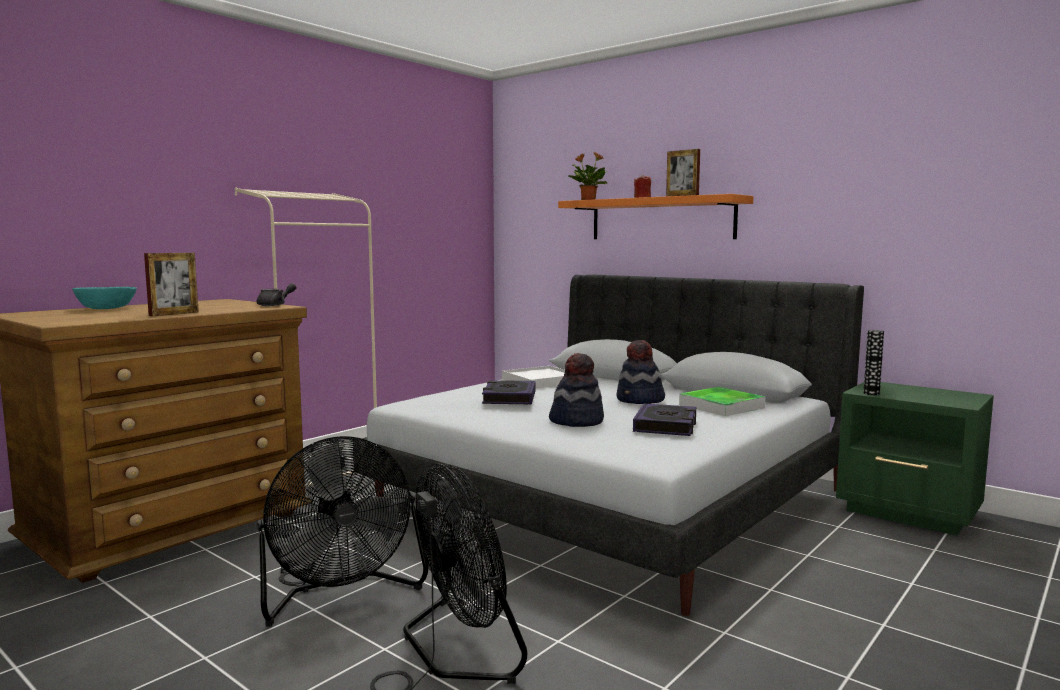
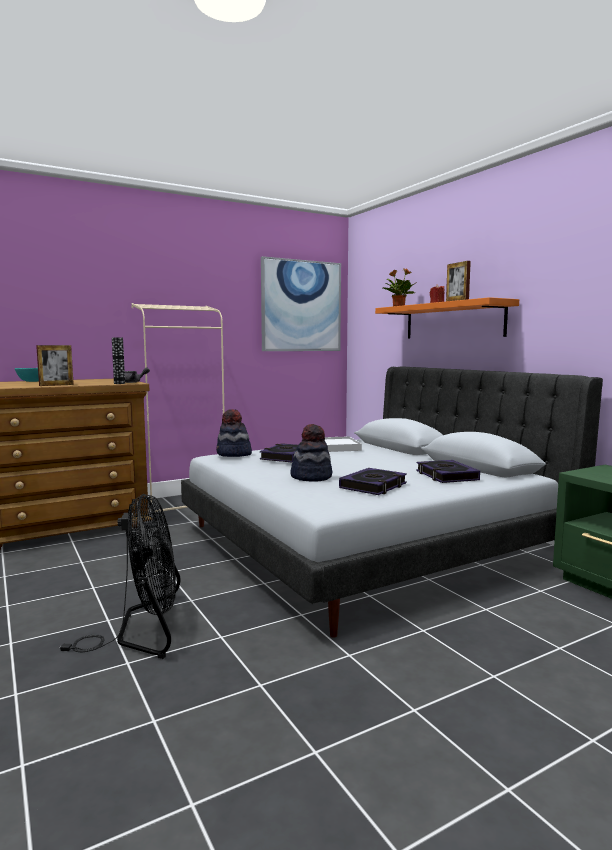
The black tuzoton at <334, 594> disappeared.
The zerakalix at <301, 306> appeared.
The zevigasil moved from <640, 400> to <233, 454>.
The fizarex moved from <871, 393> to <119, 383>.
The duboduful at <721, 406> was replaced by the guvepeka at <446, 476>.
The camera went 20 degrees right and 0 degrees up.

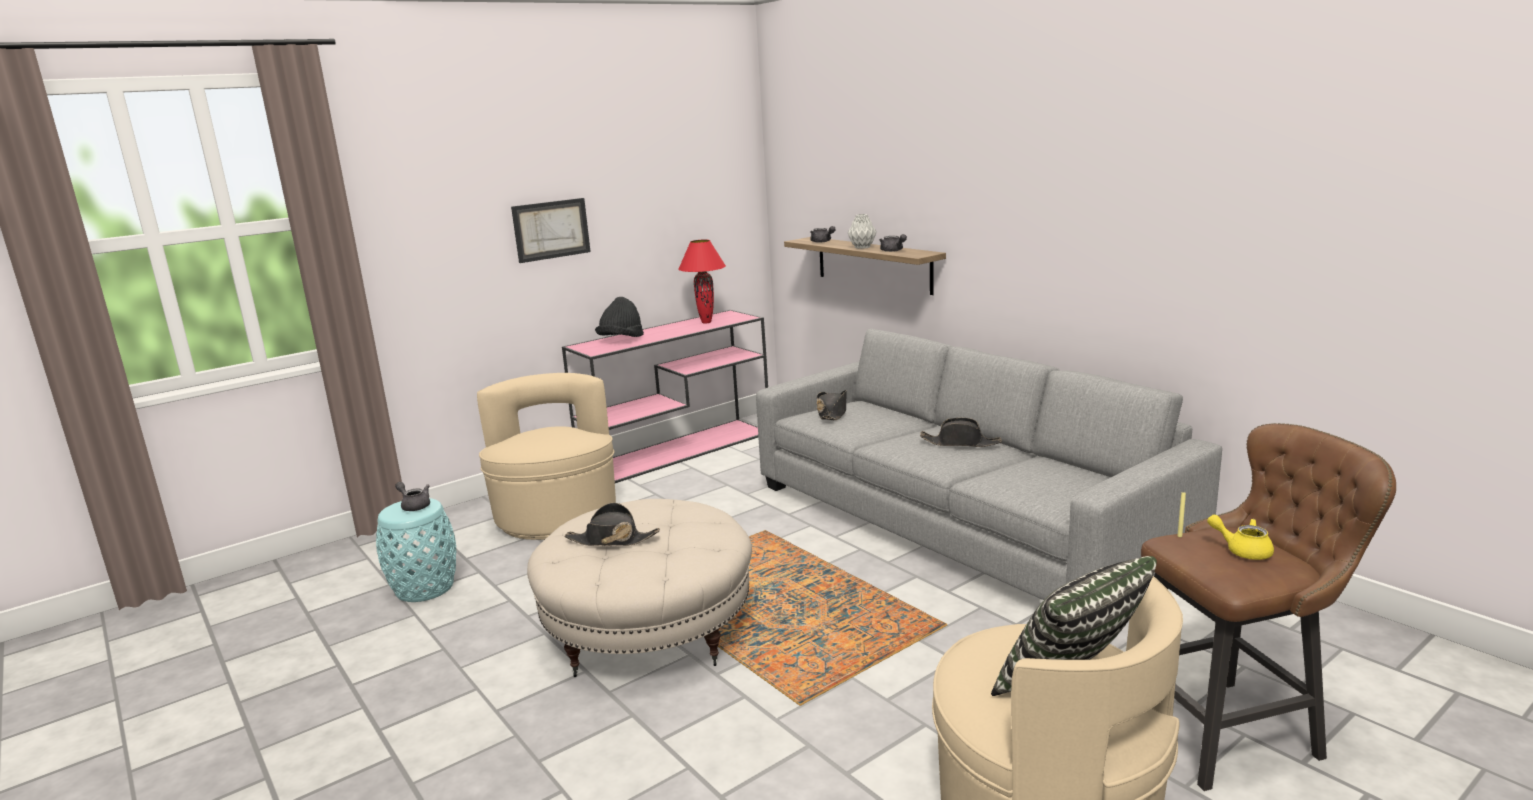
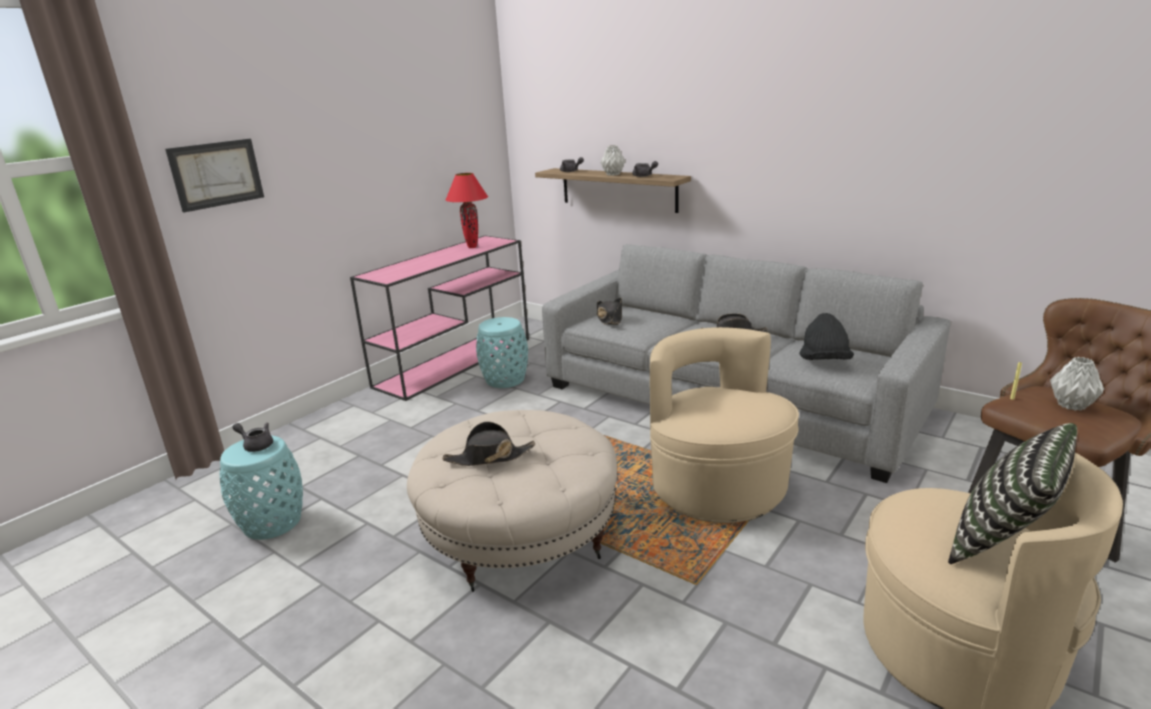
The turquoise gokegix at <505, 380> appeared.
The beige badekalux moved from <556, 516> to <719, 488>.
The zerakalix moved from <551, 229> to <216, 174>.
The black zevigasil moved from <621, 340> to <824, 362>.
The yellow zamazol at <1242, 550> was replaced by the grey fizarex at <1070, 405>.
The camera went 15 degrees left and 5 degrees up.

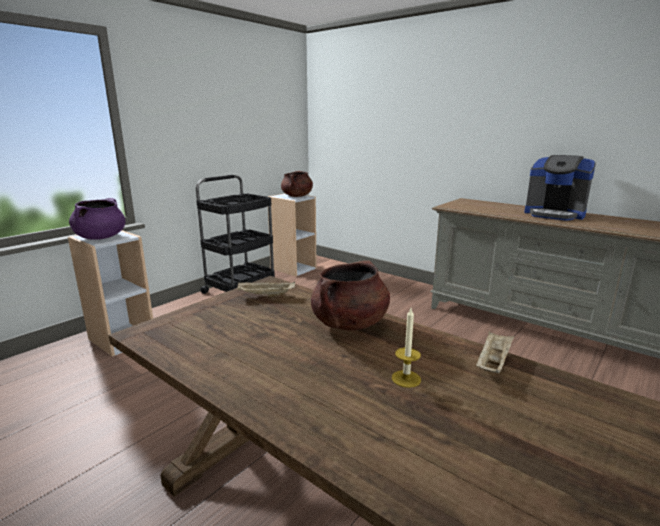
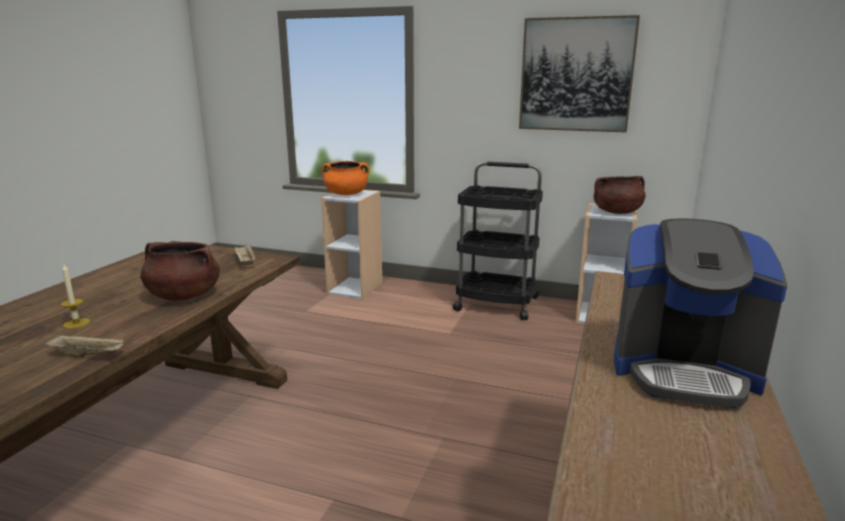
The zerakalix at <576, 75> appeared.
The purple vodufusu at <101, 237> became the orange vodufusu at <346, 194>.
The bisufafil at <554, 214> turned 90 degrees counterclockwise.
The camera went 70 degrees right and 0 degrees up.

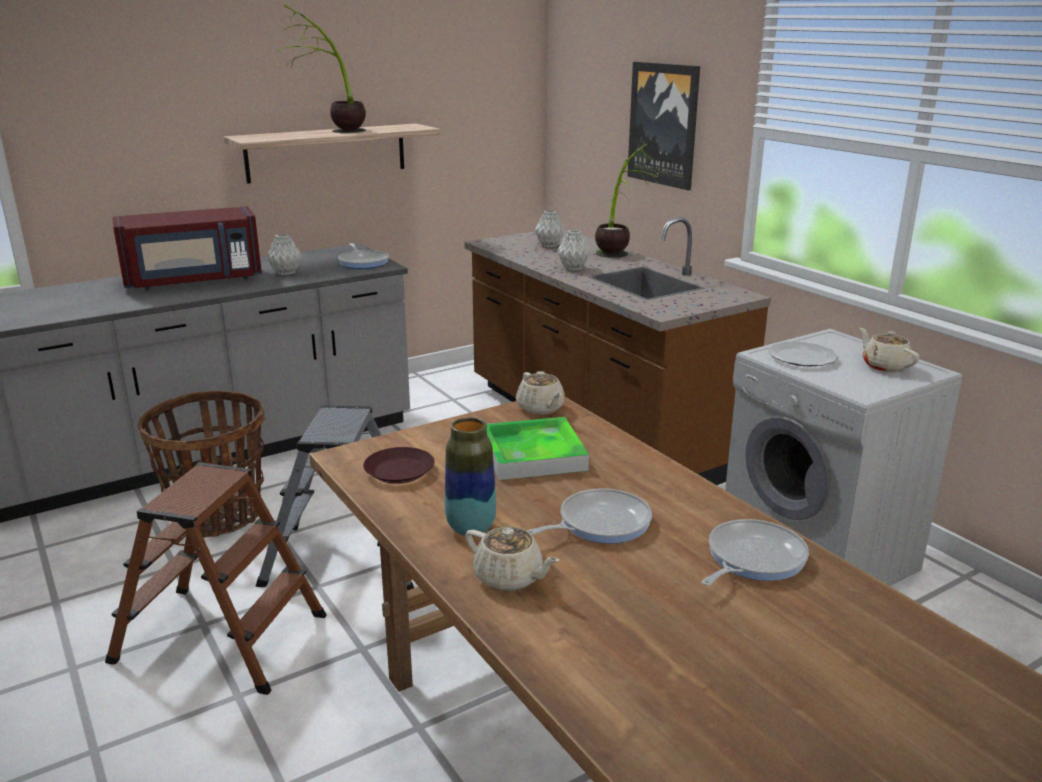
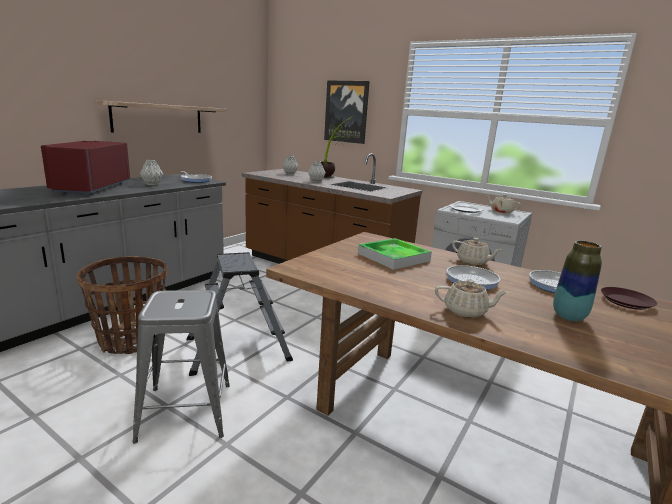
The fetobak at <332, 132> disappeared.
The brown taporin moved from <399, 471> to <625, 302>.
The fizarex moved from <471, 528> to <568, 316>.
The beige zamazol moved from <540, 408> to <473, 262>.
The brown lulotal at <219, 637> was replaced by the grey gokegix at <186, 411>.
The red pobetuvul at <194, 280> turned 135 degrees clockwise.
The camera went 25 degrees left and 5 degrees down.

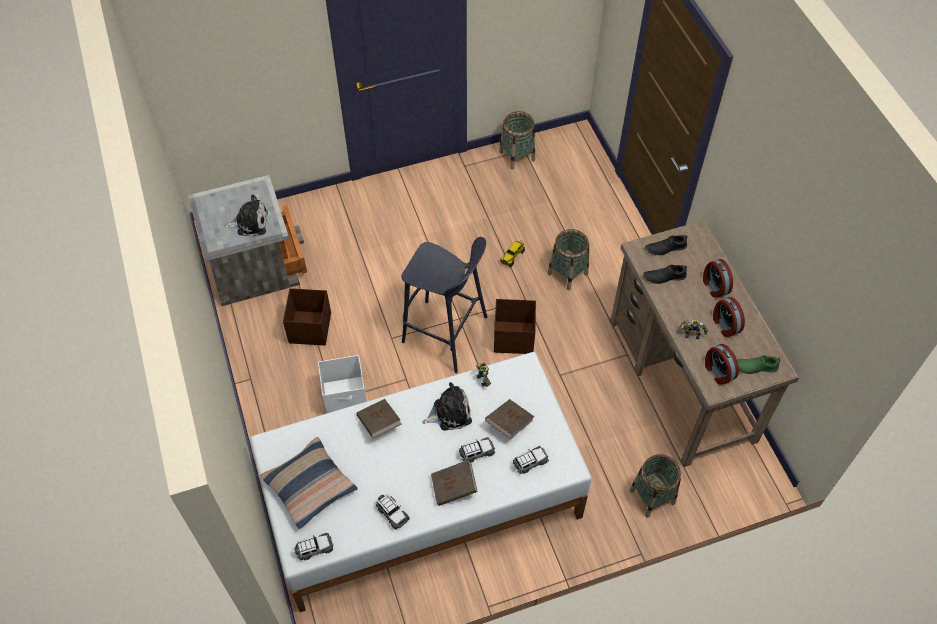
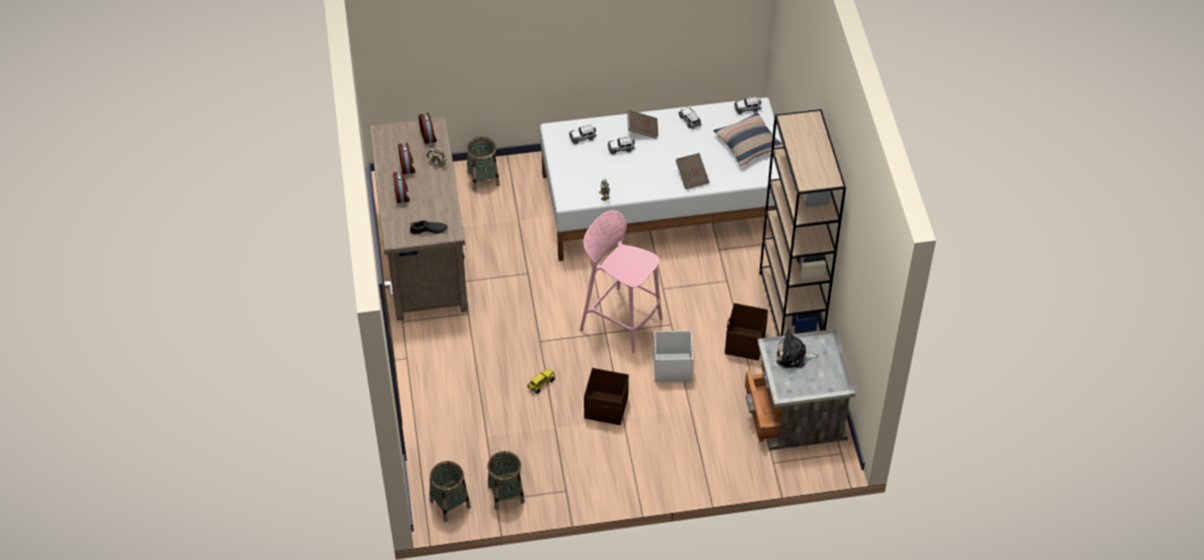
The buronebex at <449, 413> disappeared.
The brown guvepeka at <509, 423> disappeared.
The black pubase at <664, 277> disappeared.
The green pubase at <754, 367> disappeared.
The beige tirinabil at <791, 308> appeared.
The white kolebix moved from <346, 396> to <671, 367>.
The brown kolebix moved from <513, 337> to <606, 408>.
The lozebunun moved from <567, 273> to <450, 504>.
The grey gokegix at <445, 334> became the pink gokegix at <621, 321>.
The camera went 170 degrees left and 5 degrees down.

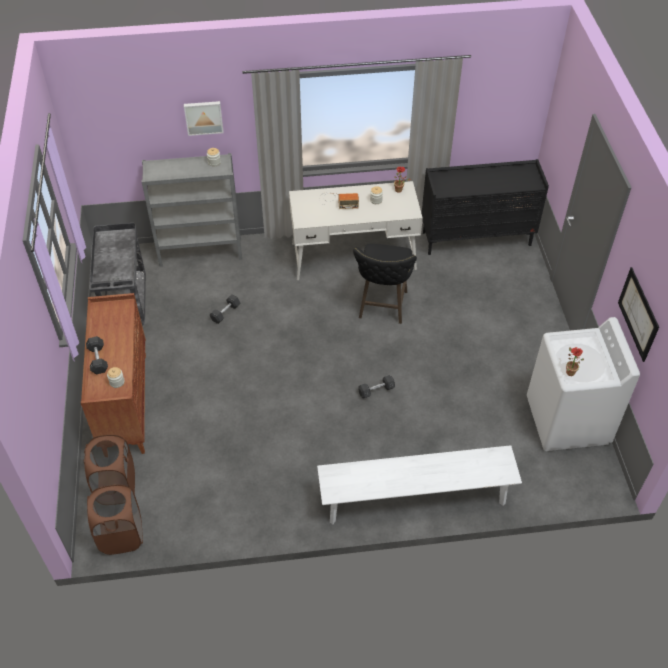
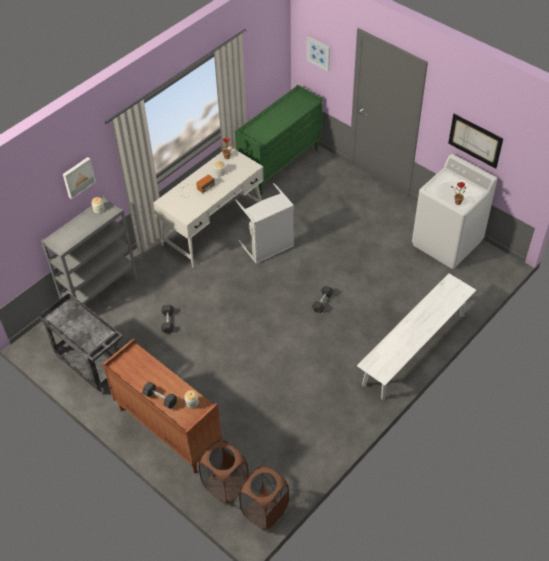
The zerakalix at <318, 53> appeared.
The black gokegix at <382, 306> was replaced by the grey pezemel at <268, 247>.
The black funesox at <477, 239> became the green funesox at <280, 165>.
The camera went 40 degrees left and 0 degrees up.

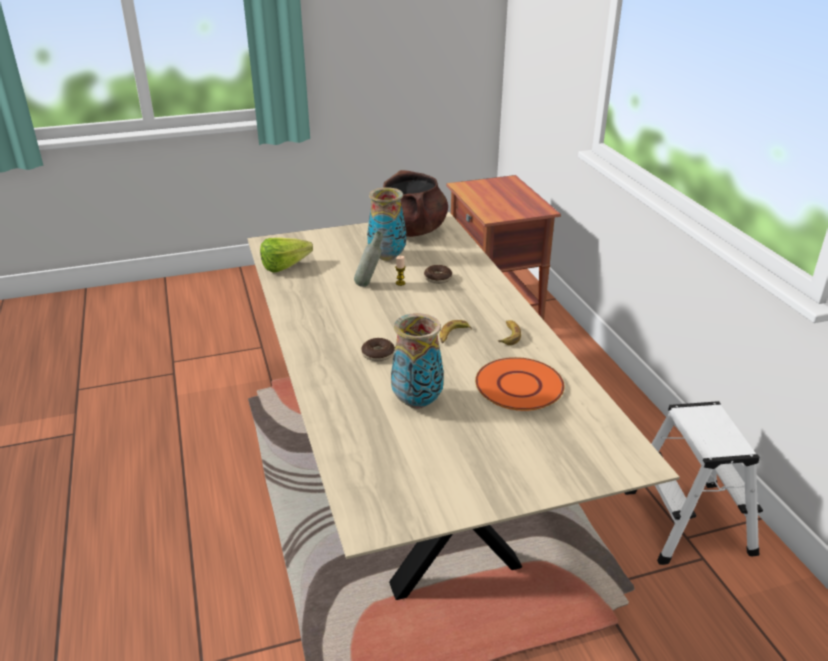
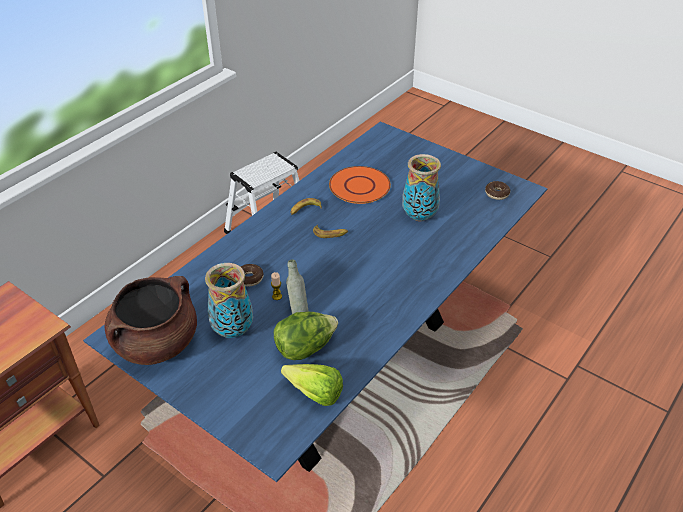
The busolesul at <305, 348> appeared.
The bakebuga moved from <378, 354> to <497, 194>.
The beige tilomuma at <414, 480> became the blue tilomuma at <341, 367>.
The camera went 125 degrees left and 10 degrees up.

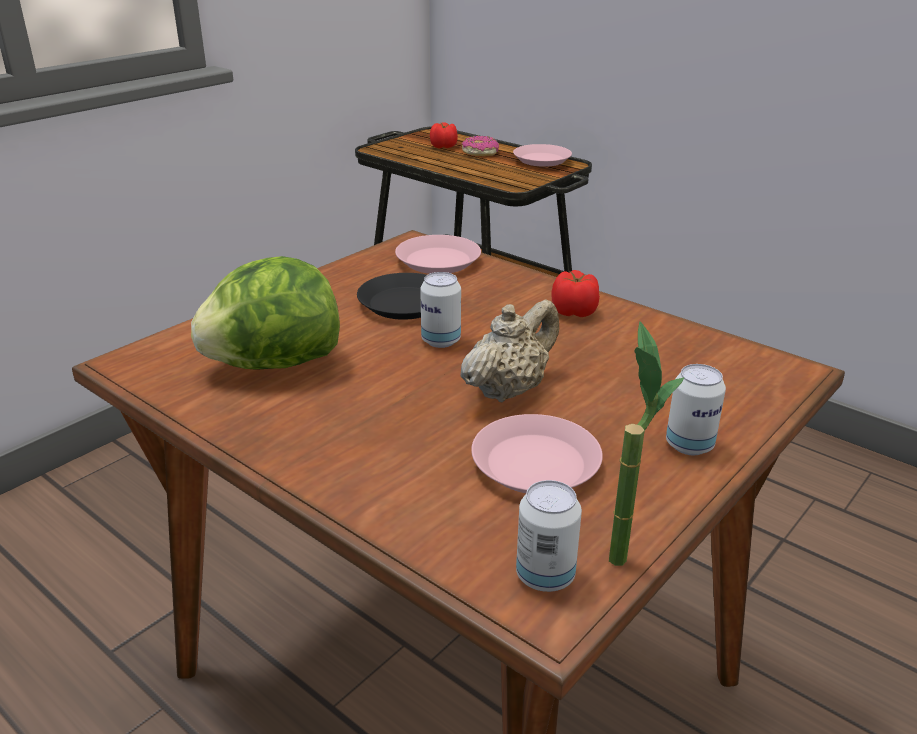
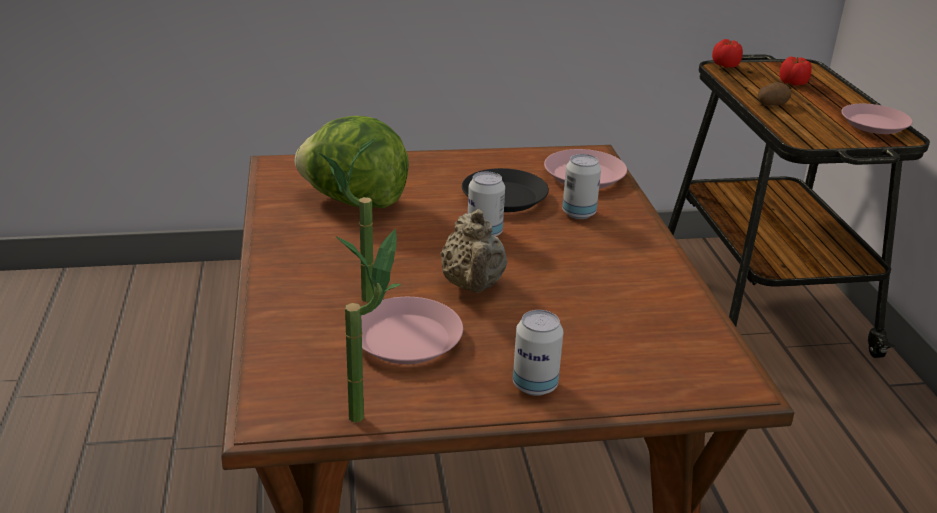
The bakebuga at <480, 153> disappeared.
The fetobak at <353, 299> appeared.
The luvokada at <771, 104> appeared.
The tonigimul moved from <545, 576> to <578, 213>.
The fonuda moved from <574, 311> to <726, 65>.
The beige zamazol at <508, 390> turned 90 degrees clockwise.
The camera went 40 degrees right and 0 degrees up.

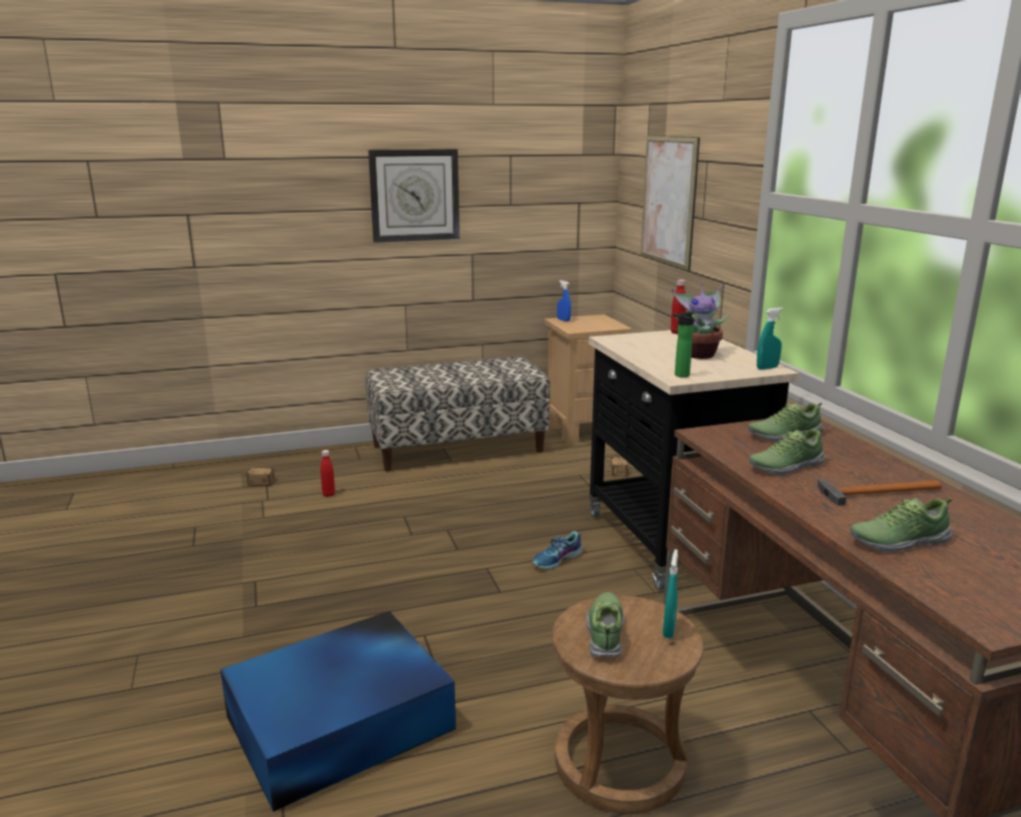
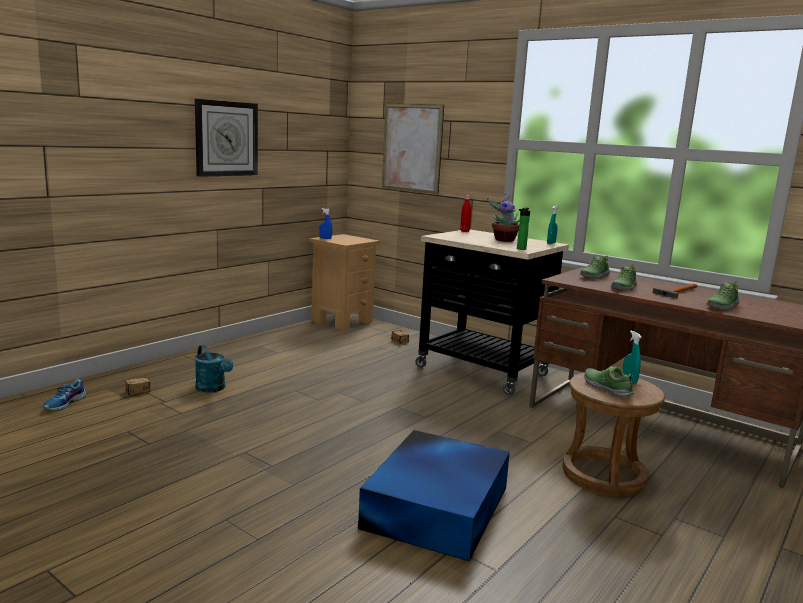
The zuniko at <458, 448> disappeared.
The pubase moved from <557, 560> to <65, 403>.
The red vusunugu at <328, 494> was replaced by the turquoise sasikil at <213, 388>.
The camera went 35 degrees left and 5 degrees down.

